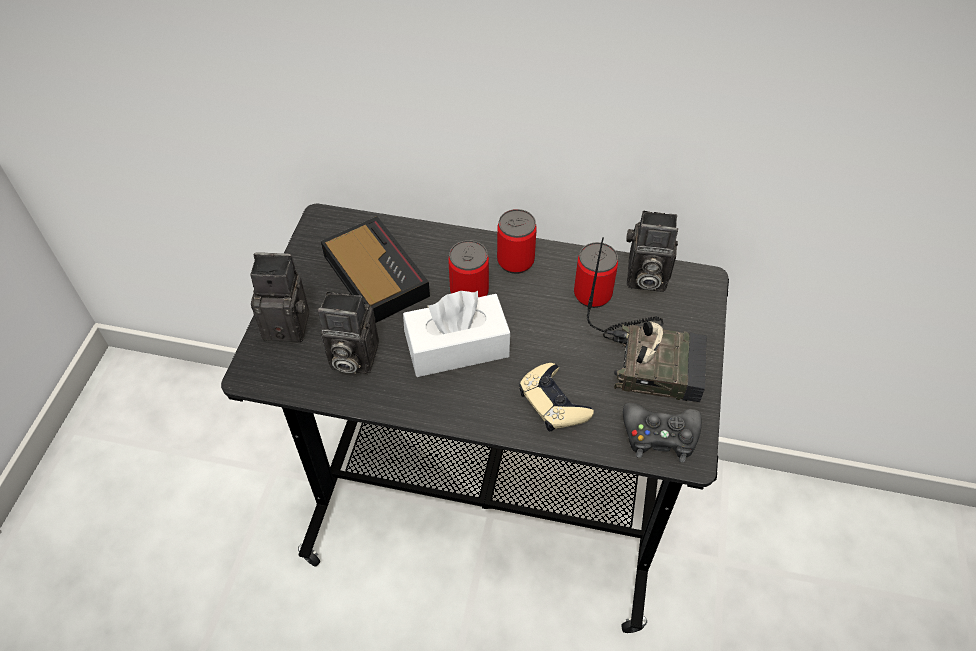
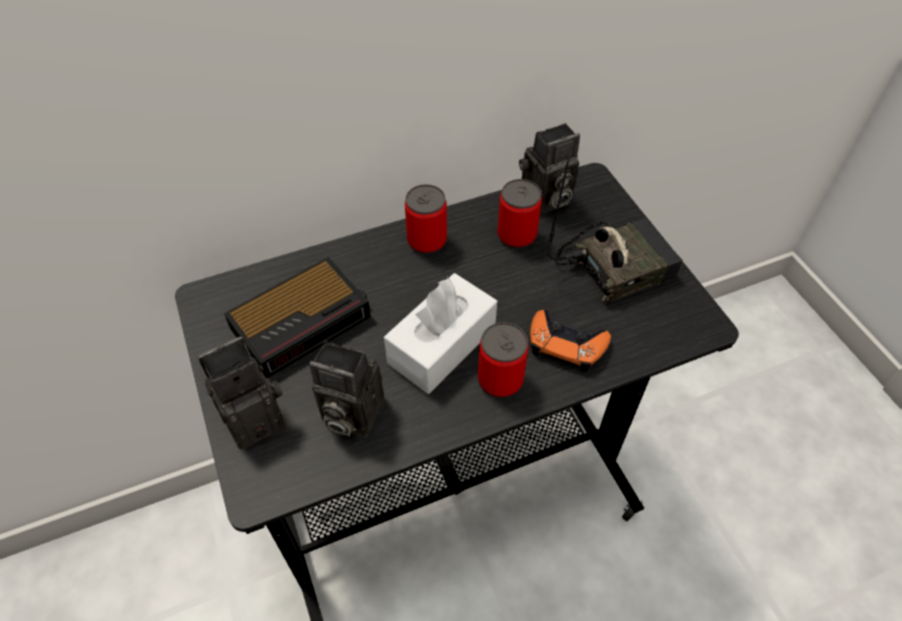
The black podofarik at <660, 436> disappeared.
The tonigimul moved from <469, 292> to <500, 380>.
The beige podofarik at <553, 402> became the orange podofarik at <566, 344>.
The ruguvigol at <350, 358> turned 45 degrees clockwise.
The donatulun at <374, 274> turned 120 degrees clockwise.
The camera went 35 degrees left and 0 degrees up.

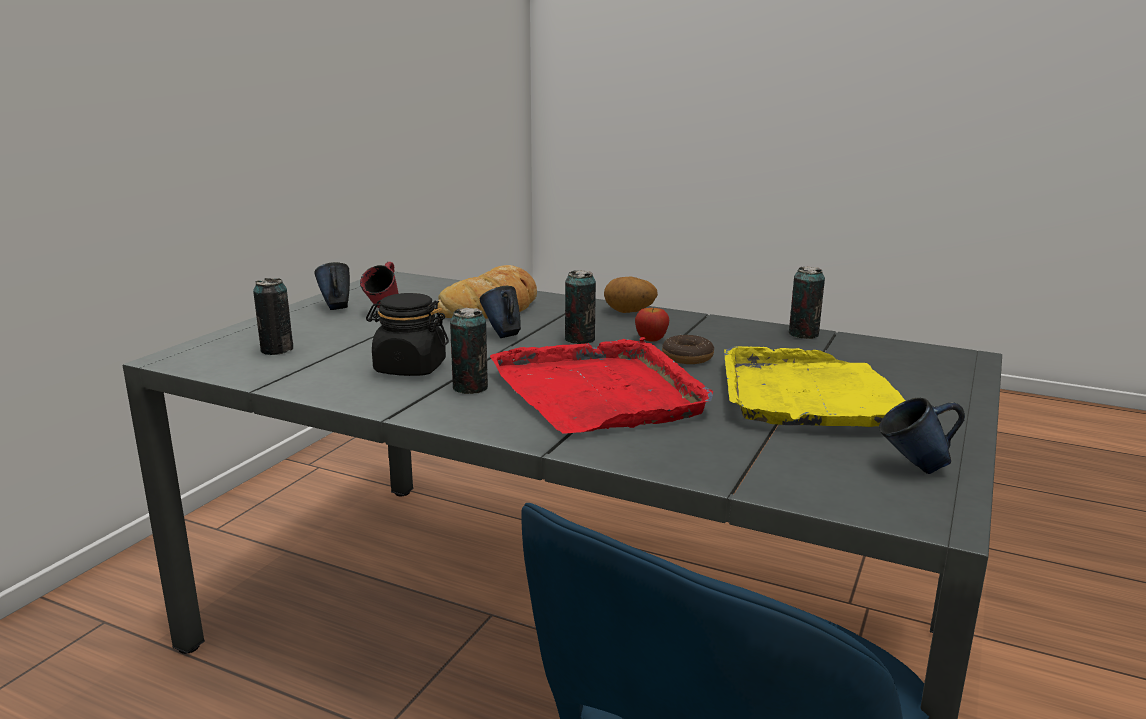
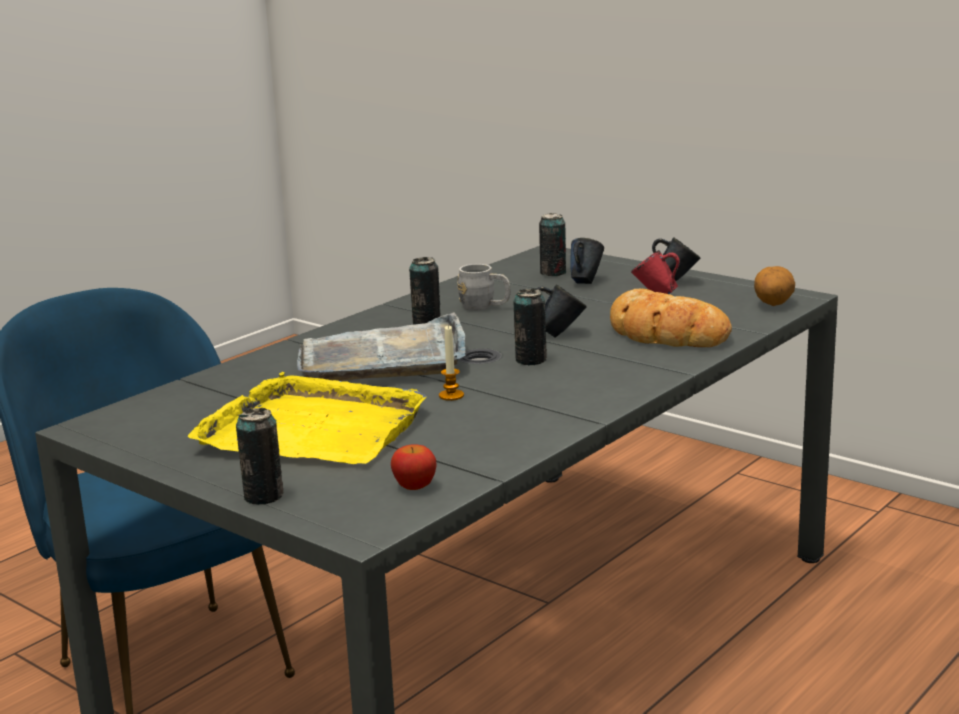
The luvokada moved from <629, 312> to <773, 304>.
The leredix moved from <651, 339> to <414, 486>.
The tonigimul moved from <803, 334> to <263, 496>.
The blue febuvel moved from <914, 469> to <584, 281>.
The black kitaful at <409, 368> was replaced by the grey febuvel at <484, 307>.
The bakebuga at <687, 357> was replaced by the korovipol at <451, 396>.
The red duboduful at <600, 392> became the grey duboduful at <384, 358>.
The camera went 105 degrees right and 0 degrees up.

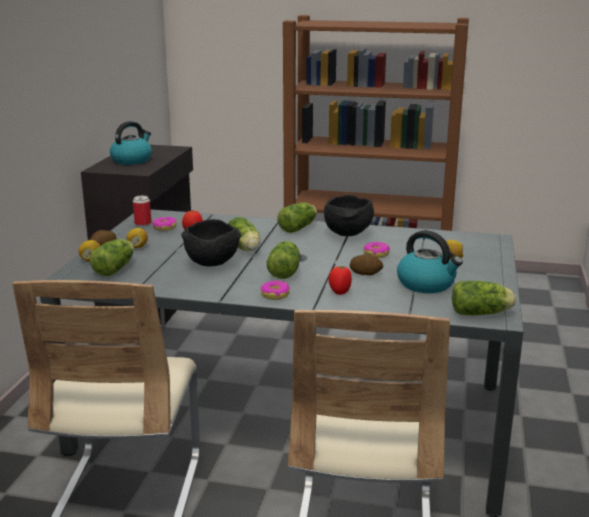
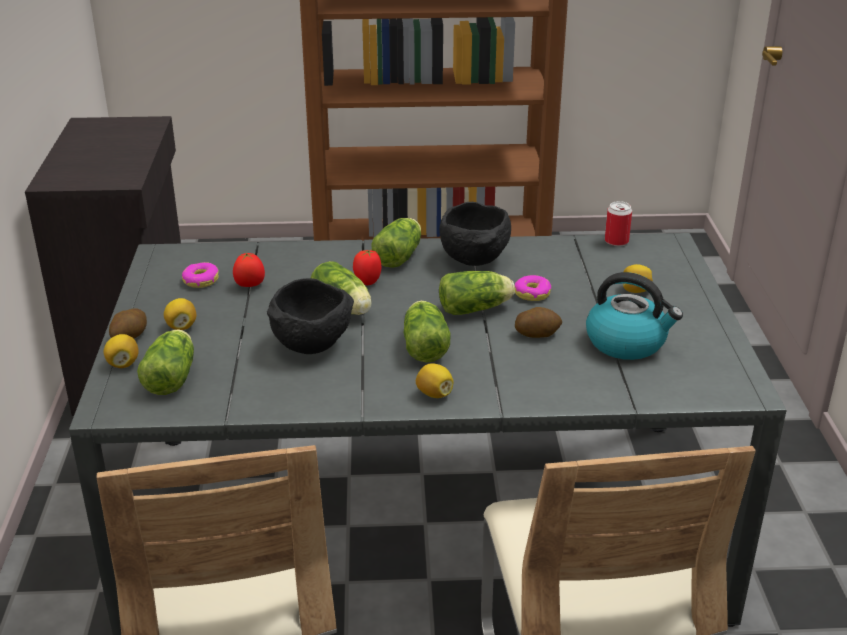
The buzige at <132, 160> disappeared.
The tonigimul moved from <143, 223> to <616, 241>.
The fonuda moved from <339, 292> to <367, 281>.
The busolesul moved from <482, 313> to <477, 308>.
The bakebuga at <275, 294> was replaced by the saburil at <434, 394>.
The camera went 15 degrees left and 10 degrees up.

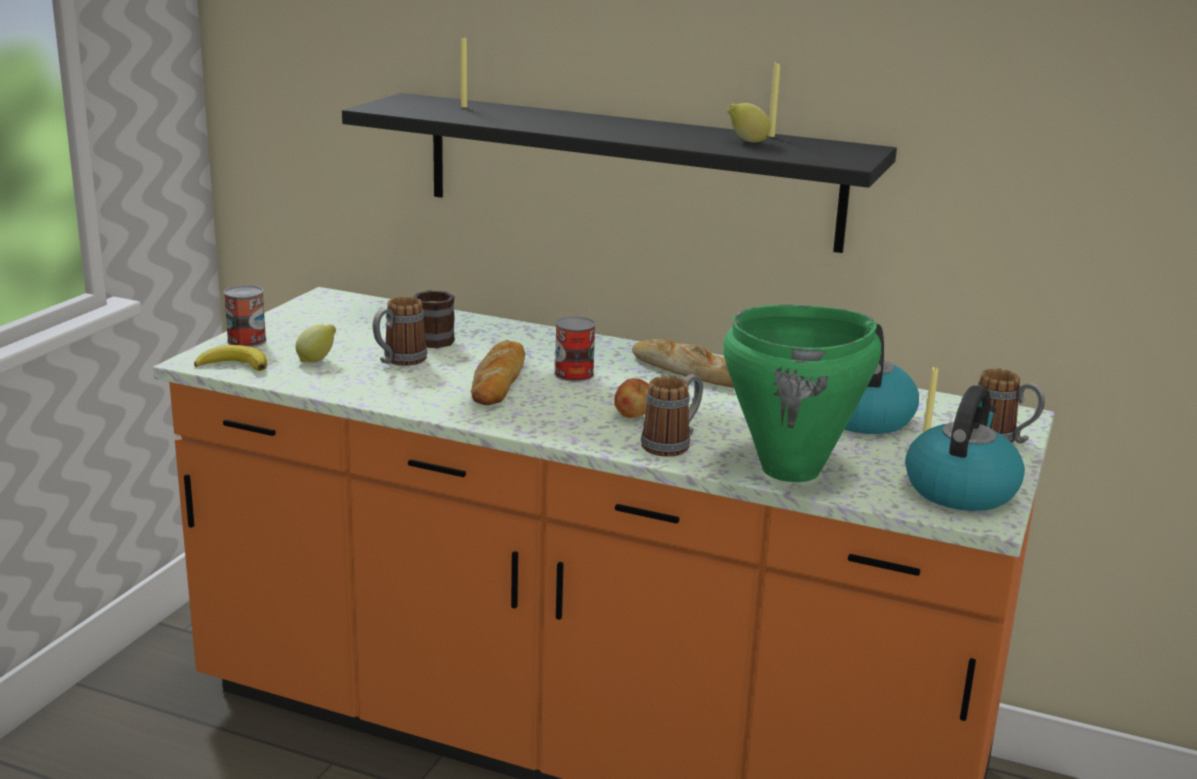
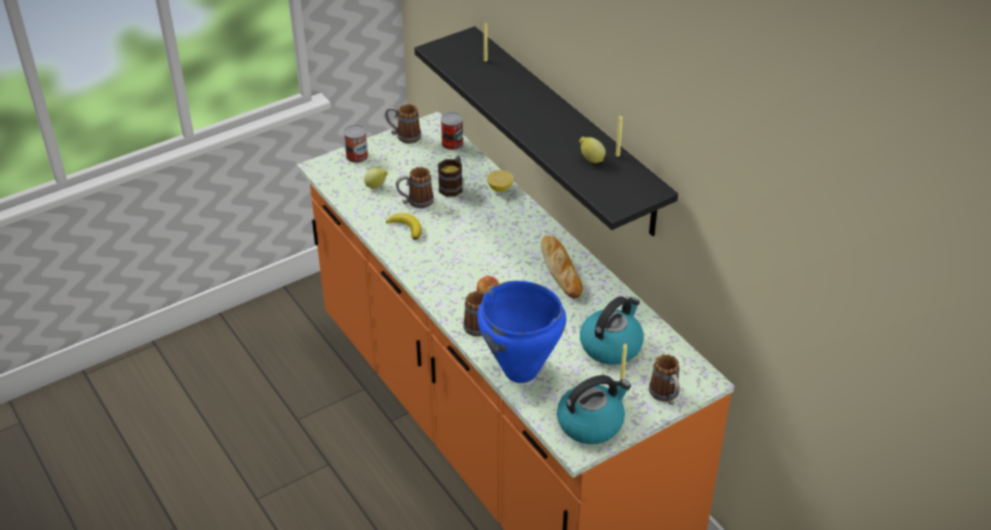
The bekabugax at <499, 380> disappeared.
The febuvel at <403, 136> appeared.
The saburil at <500, 188> appeared.
The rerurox moved from <234, 364> to <406, 227>.
The tonigimul moved from <574, 374> to <452, 143>.
The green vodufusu at <792, 470> became the blue vodufusu at <521, 371>.
The camera went 35 degrees right and 20 degrees up.

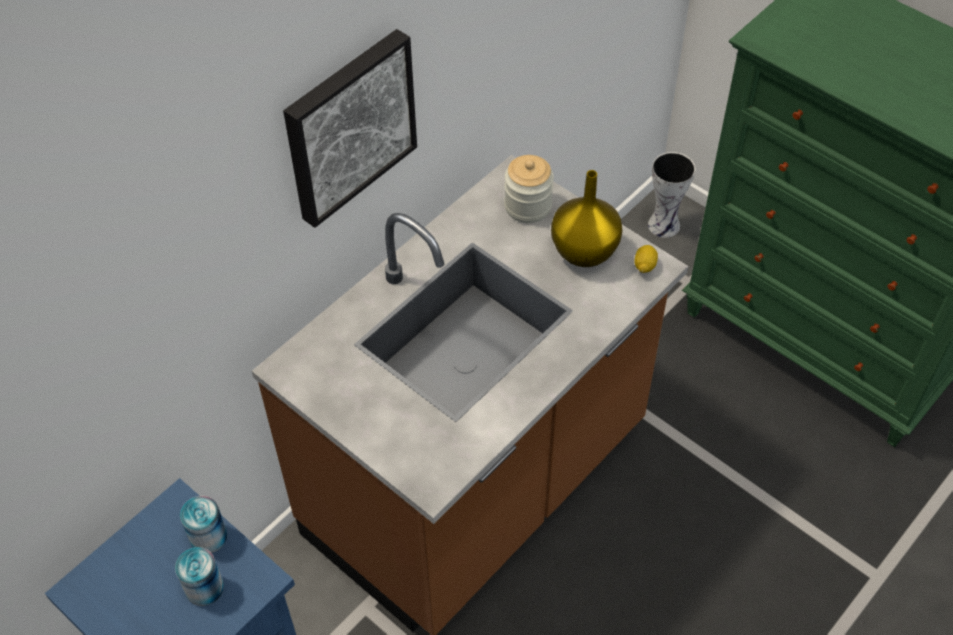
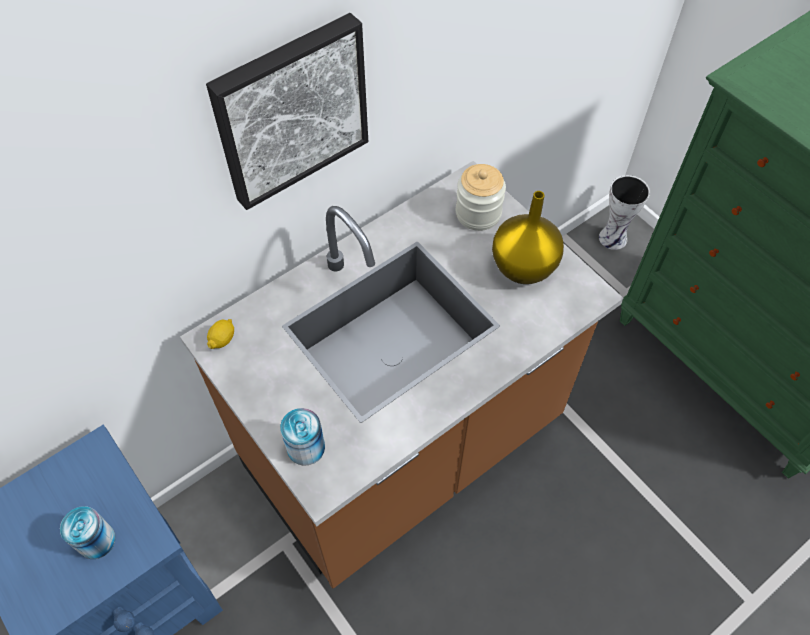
The tonigimul moved from <208, 536> to <306, 447>.
The saburil moved from <645, 265> to <223, 339>.
The camera went 10 degrees right and 5 degrees up.

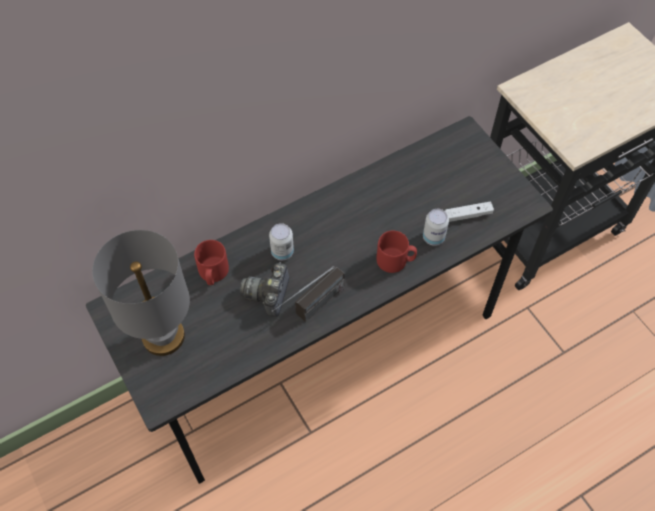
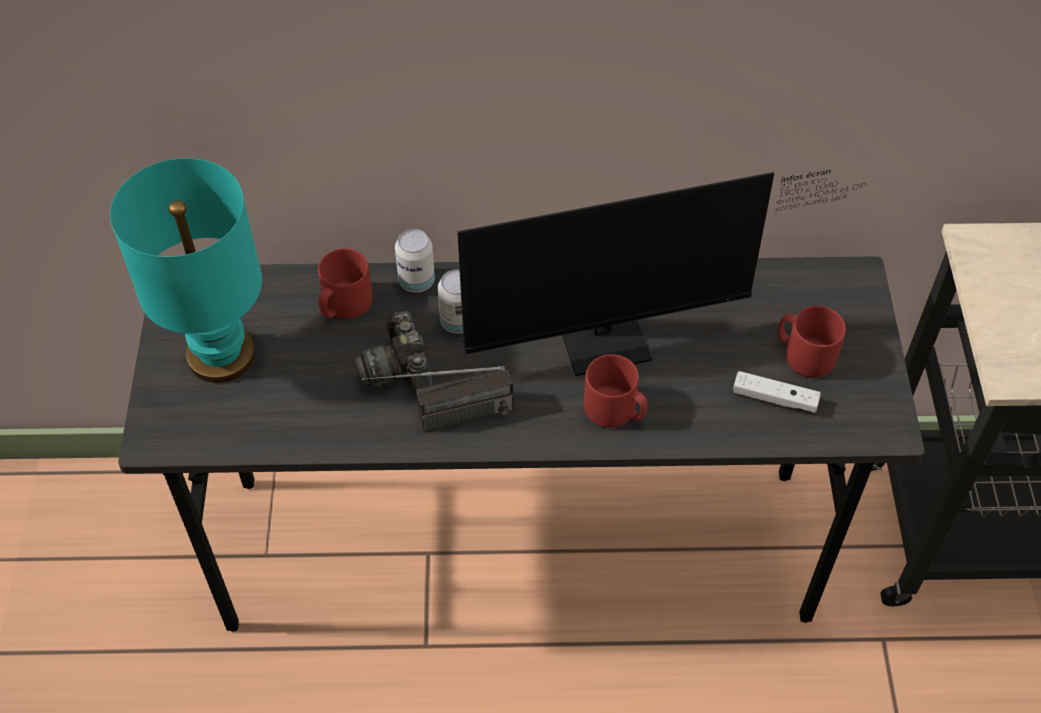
The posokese at <618, 338> appeared.
The red febuvel at <804, 355> appeared.
The tonigimul moved from <433, 237> to <416, 281>.
The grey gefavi at <163, 335> became the turquoise gefavi at <222, 354>.
The ruguvigol at <268, 294> turned 60 degrees counterclockwise.
The camera went 30 degrees right and 5 degrees down.

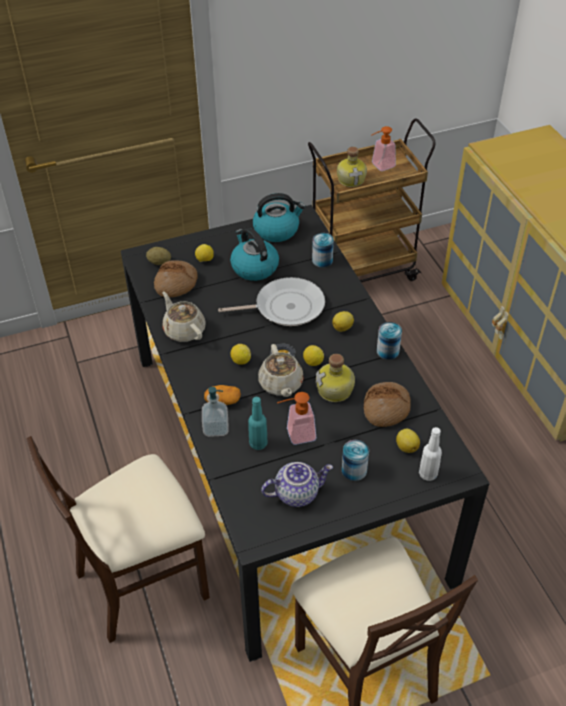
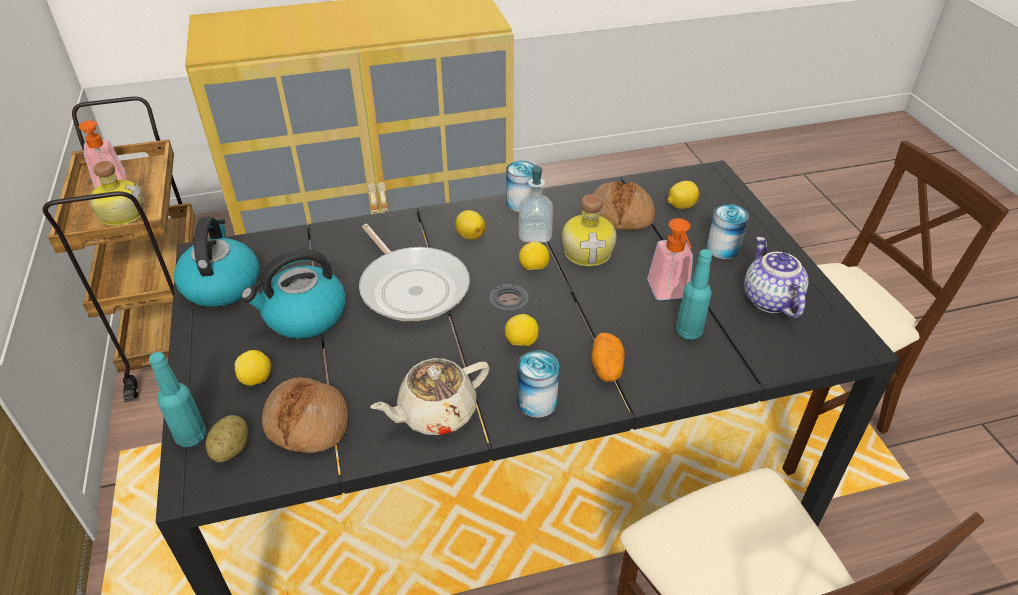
The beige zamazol at <281, 384> disappeared.
The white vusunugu at <427, 474> disappeared.
The turquoise vusunugu at <191, 436> appeared.
The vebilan moved from <216, 428> to <535, 234>.
The tonigimul moved from <322, 260> to <537, 402>.
The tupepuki at <285, 307> turned 150 degrees clockwise.
The camera went 85 degrees left and 5 degrees down.

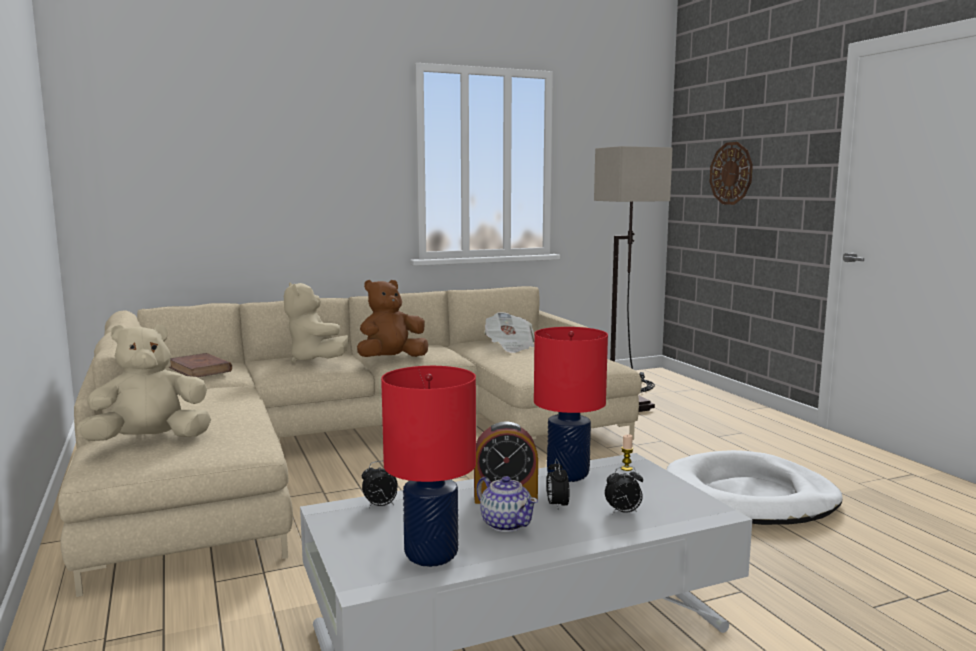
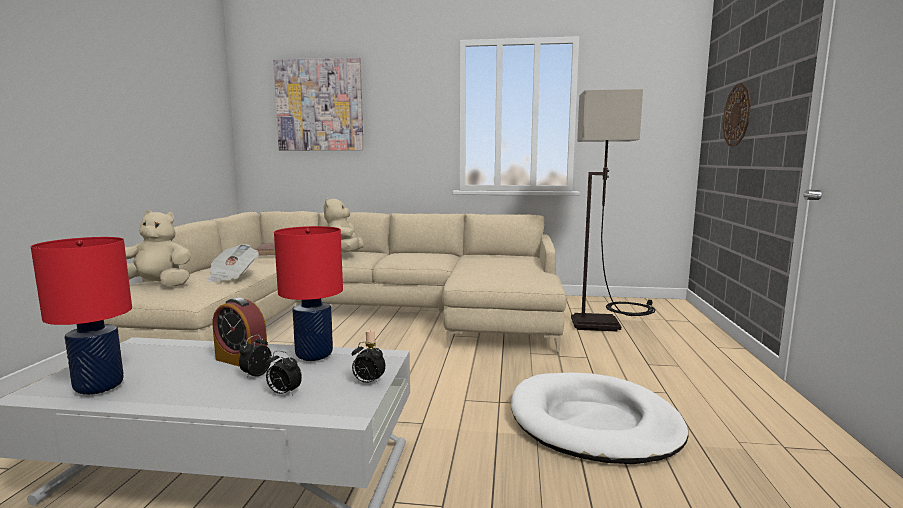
The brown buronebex at <391, 359> disappeared.
The zamazol at <506, 524> disappeared.
The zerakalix at <319, 105> appeared.
The donatulun moved from <380, 506> to <368, 382>.
The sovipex moved from <510, 347> to <232, 276>.
The camera went 30 degrees right and 0 degrees up.

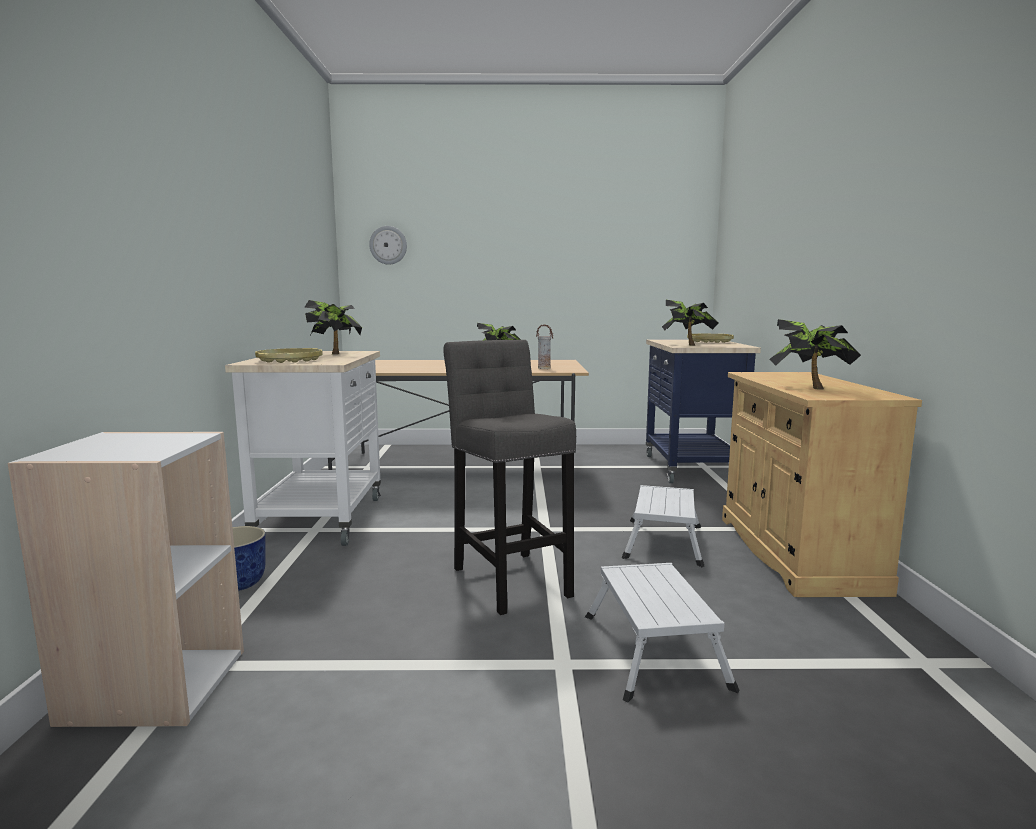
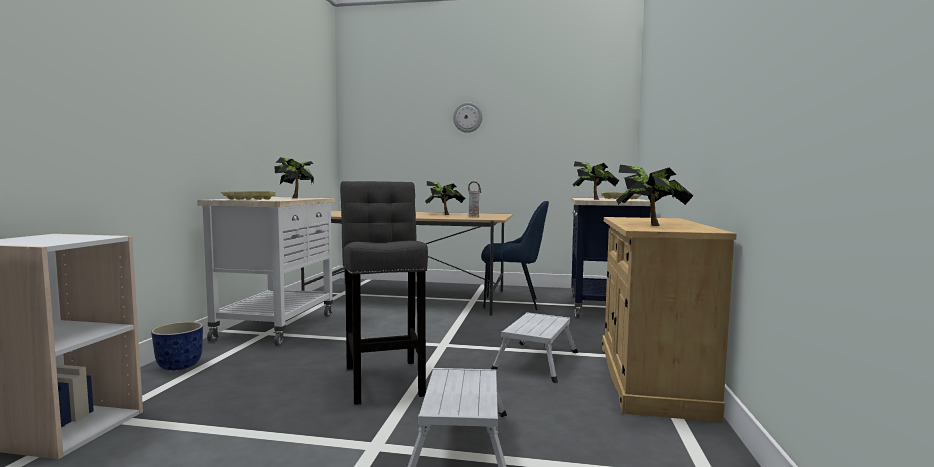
The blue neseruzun at <511, 303> appeared.
The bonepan moved from <388, 245> to <467, 117>.
The camera went 10 degrees right and 5 degrees down.

